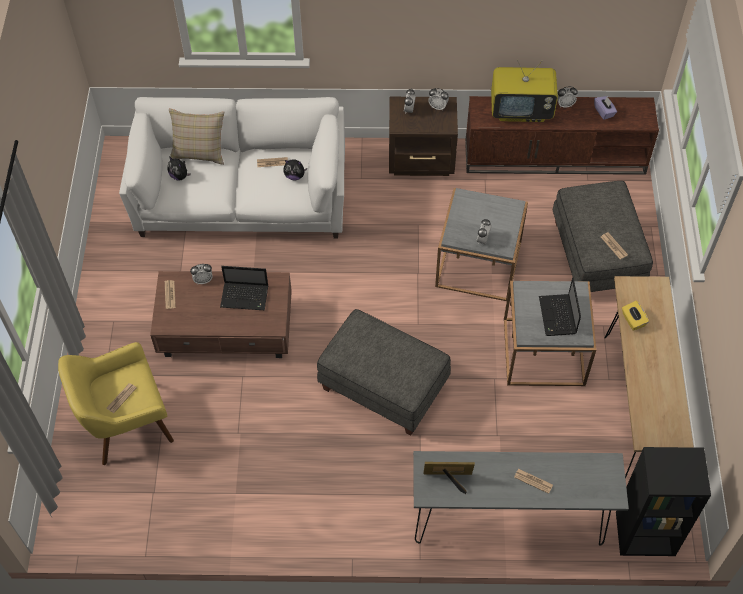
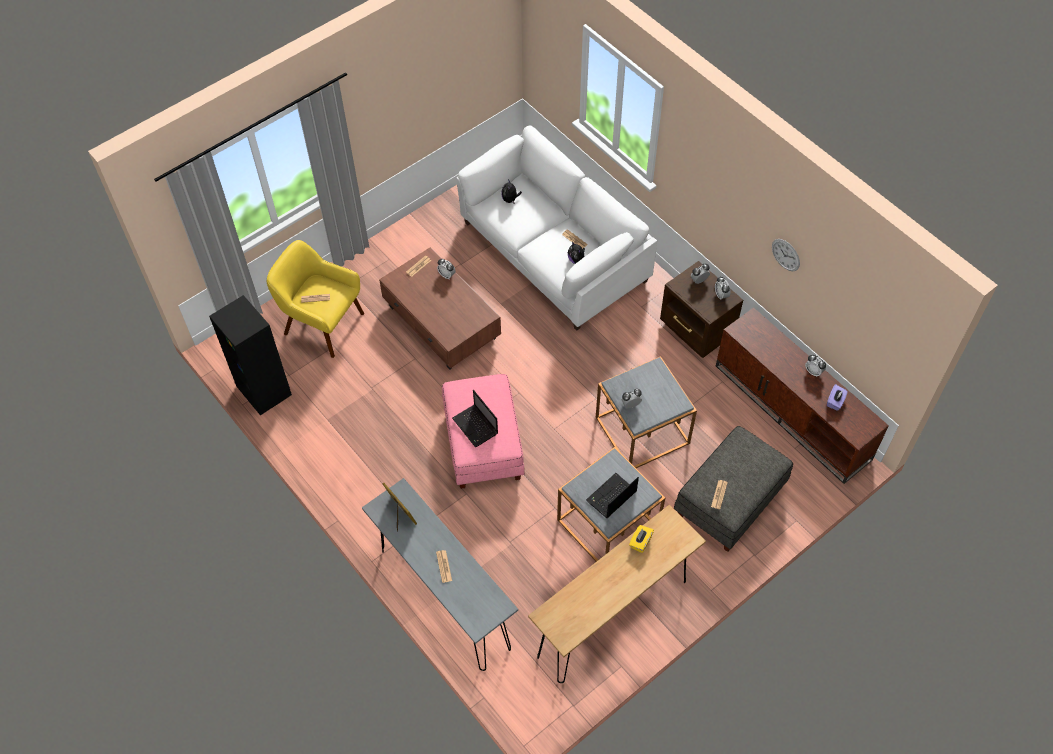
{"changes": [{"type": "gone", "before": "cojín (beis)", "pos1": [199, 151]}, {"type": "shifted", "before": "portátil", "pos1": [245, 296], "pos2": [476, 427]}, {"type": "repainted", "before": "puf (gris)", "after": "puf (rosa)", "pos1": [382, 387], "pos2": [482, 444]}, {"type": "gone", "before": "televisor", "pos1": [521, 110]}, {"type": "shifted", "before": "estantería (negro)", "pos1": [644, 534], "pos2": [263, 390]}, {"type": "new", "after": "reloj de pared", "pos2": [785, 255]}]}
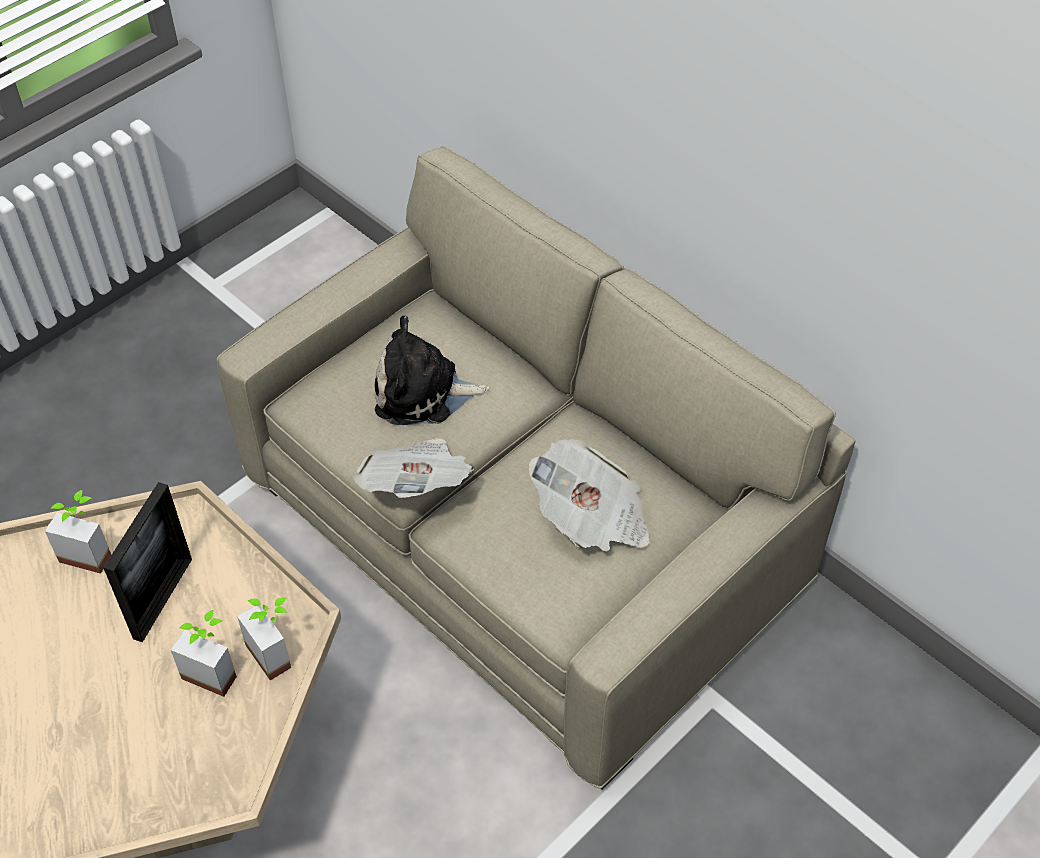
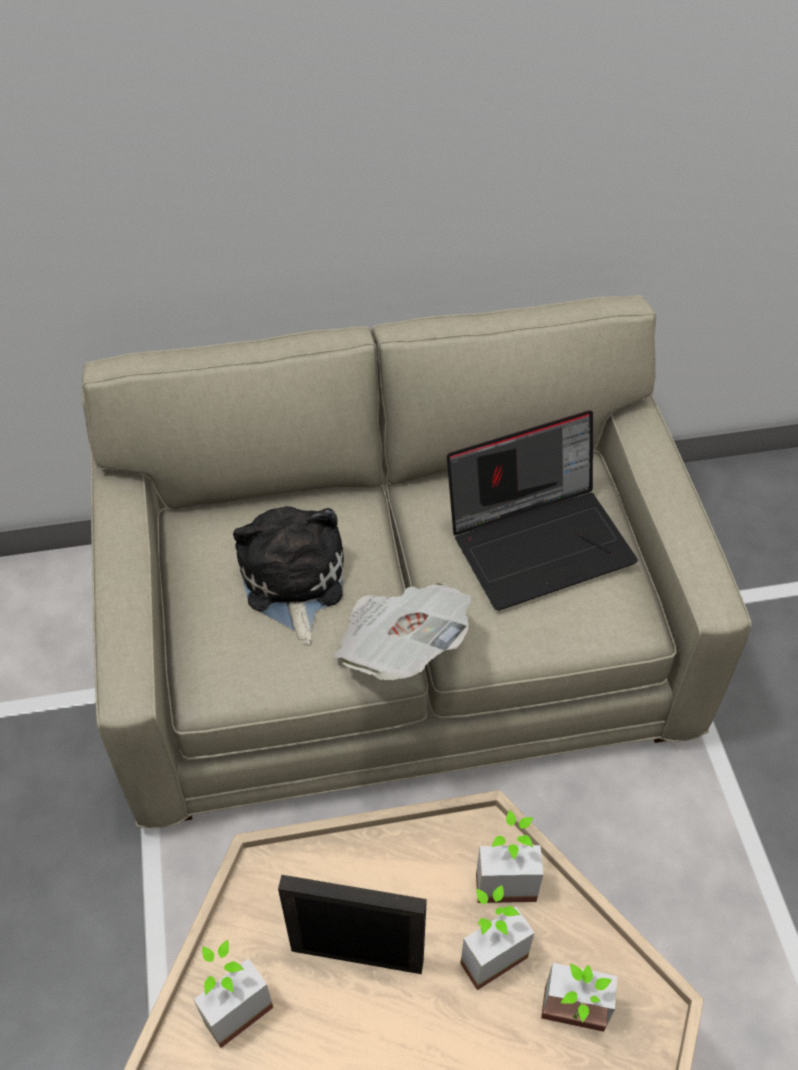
{"changes": [{"type": "rotated", "before": "portarretratos", "pos1": [163, 598], "pos2": [357, 956], "turn": -45}, {"type": "rotated", "before": "peluche", "pos1": [423, 393], "pos2": [292, 582], "turn": 135}, {"type": "swapped", "before": "periódico", "after": "portátil", "pos1": [591, 518], "pos2": [540, 540]}, {"type": "new", "after": "planta en maceta", "pos2": [572, 1022]}]}
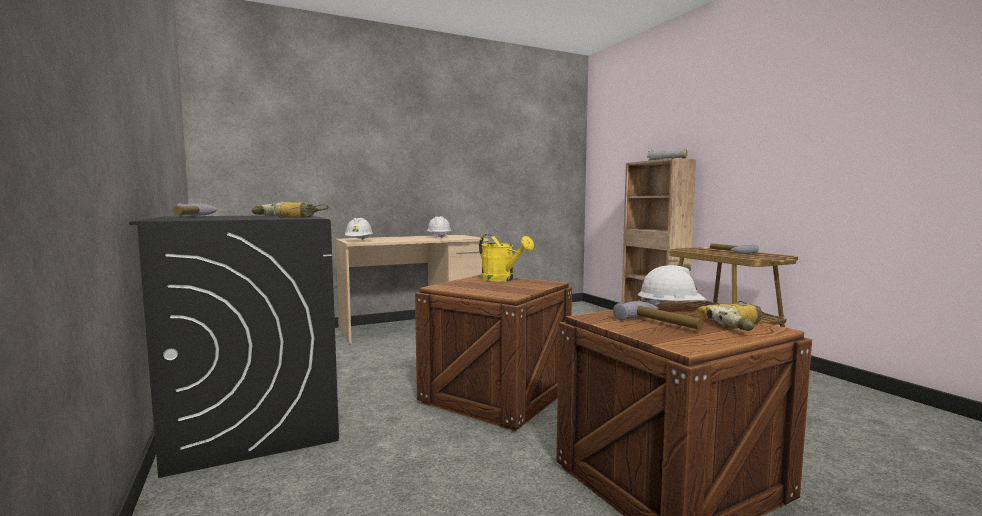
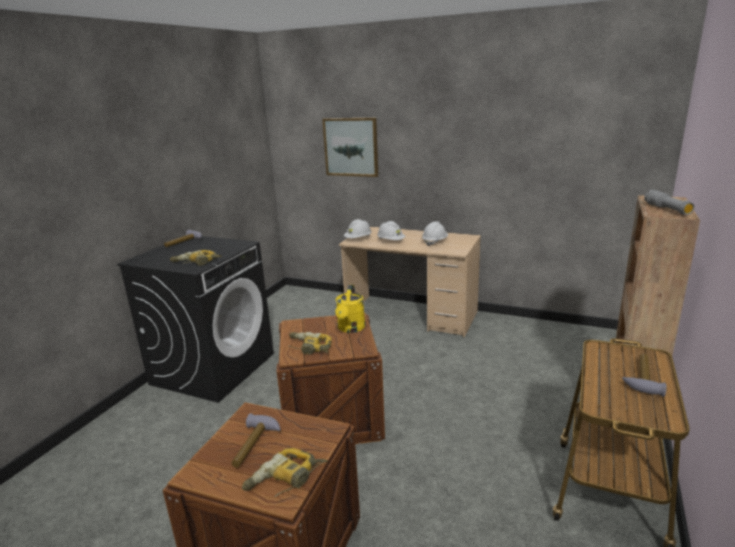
{"changes": [{"type": "shifted", "before": "casco (blanco)", "pos1": [670, 309], "pos2": [391, 241]}, {"type": "new", "after": "taladro", "pos2": [308, 348]}, {"type": "new", "after": "cuadro", "pos2": [351, 147]}]}
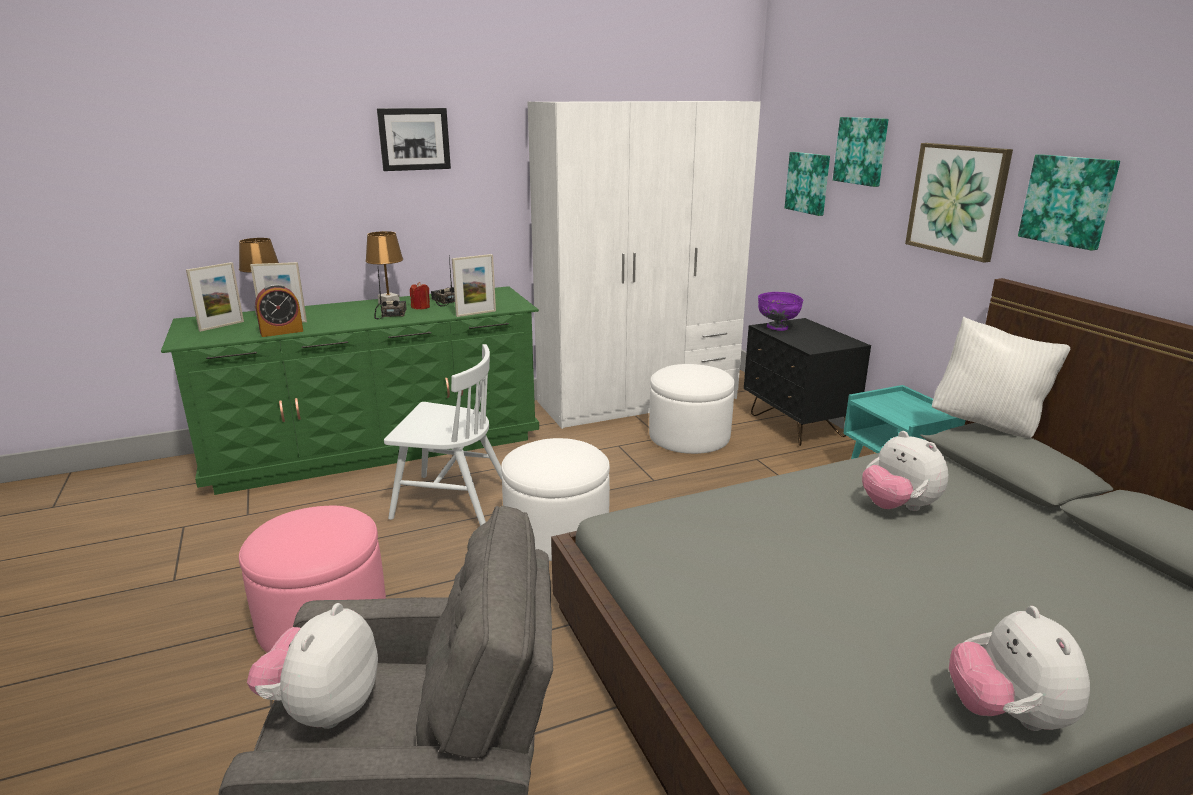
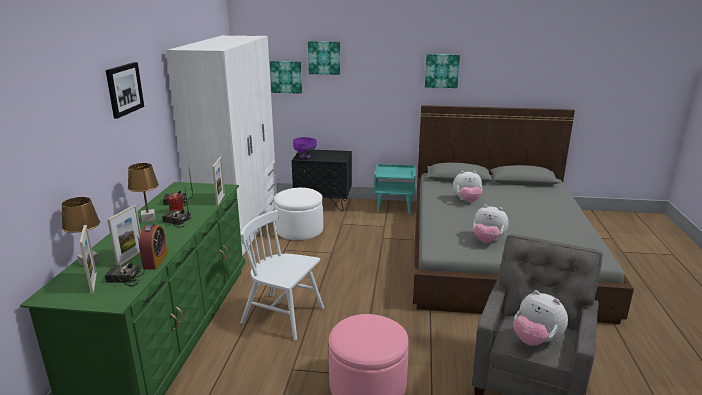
{"changes": [{"type": "rotated", "before": "silla (blanco)", "pos1": [450, 500], "pos2": [283, 315], "turn": -105}, {"type": "gone", "before": "puf (blanco)", "pos1": [557, 532]}, {"type": "gone", "before": "cuadro", "pos1": [957, 200]}, {"type": "gone", "before": "cojín (blanco)", "pos1": [987, 425]}, {"type": "shifted", "before": "peluche", "pos1": [1007, 715], "pos2": [487, 241]}, {"type": "new", "after": "radio", "pos2": [124, 279]}]}
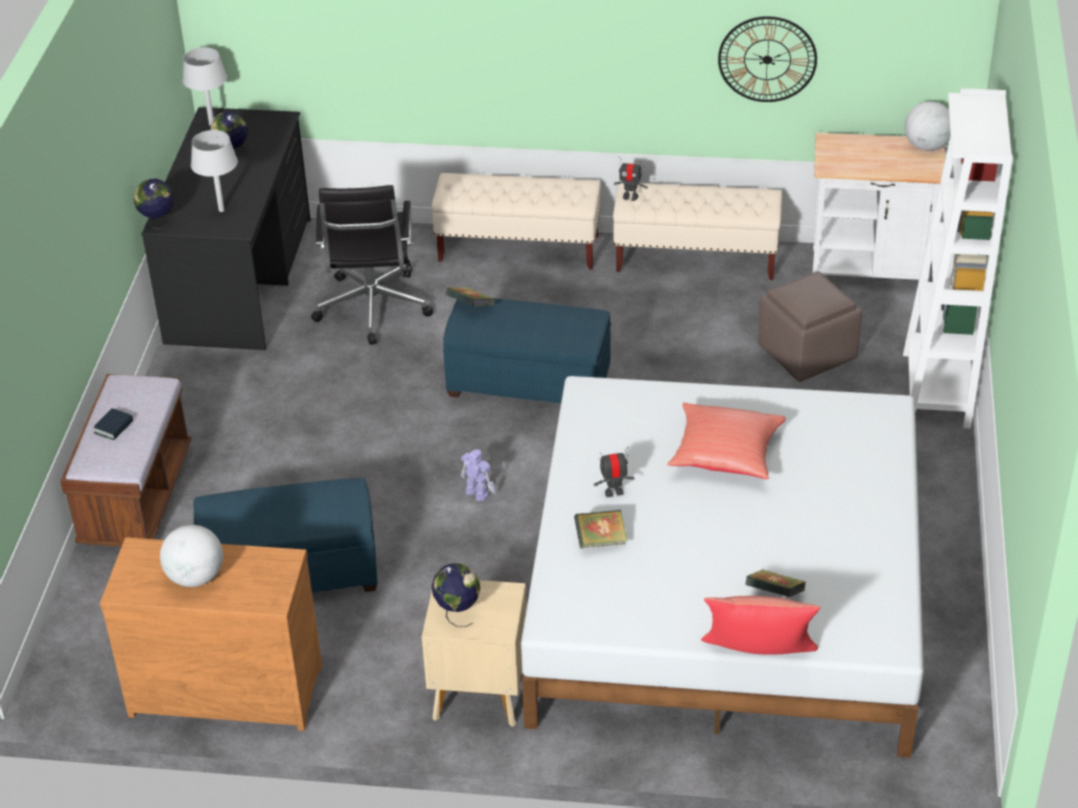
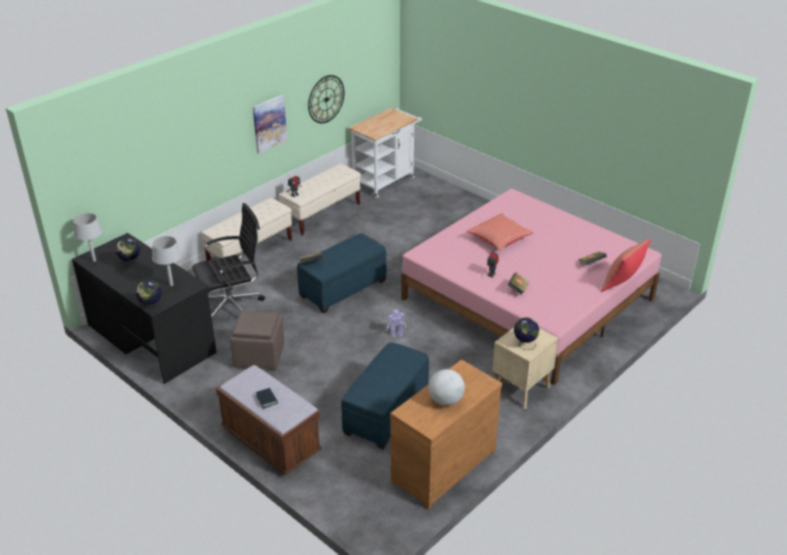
{"changes": [{"type": "rotated", "before": "silla de oficina (negro)", "pos1": [372, 309], "pos2": [233, 308], "turn": -60}, {"type": "repainted", "before": "cama (blanco)", "after": "cama (rosa)", "pos1": [724, 593], "pos2": [527, 299]}, {"type": "shifted", "before": "puf (marrón)", "pos1": [808, 353], "pos2": [260, 355]}, {"type": "gone", "before": "estantería (blanco)", "pos1": [936, 390]}, {"type": "gone", "before": "globo terráqueo", "pos1": [926, 146]}, {"type": "new", "after": "cuadro", "pos2": [269, 123]}]}
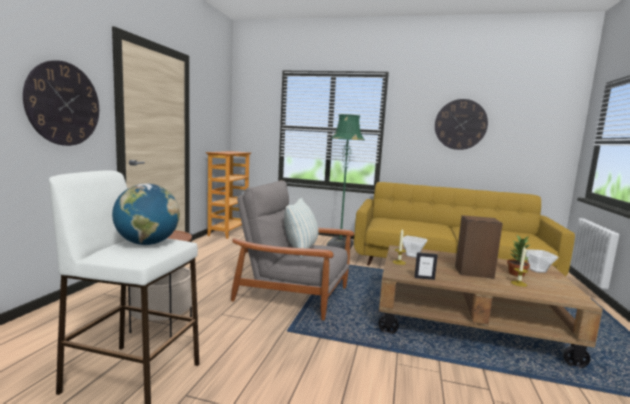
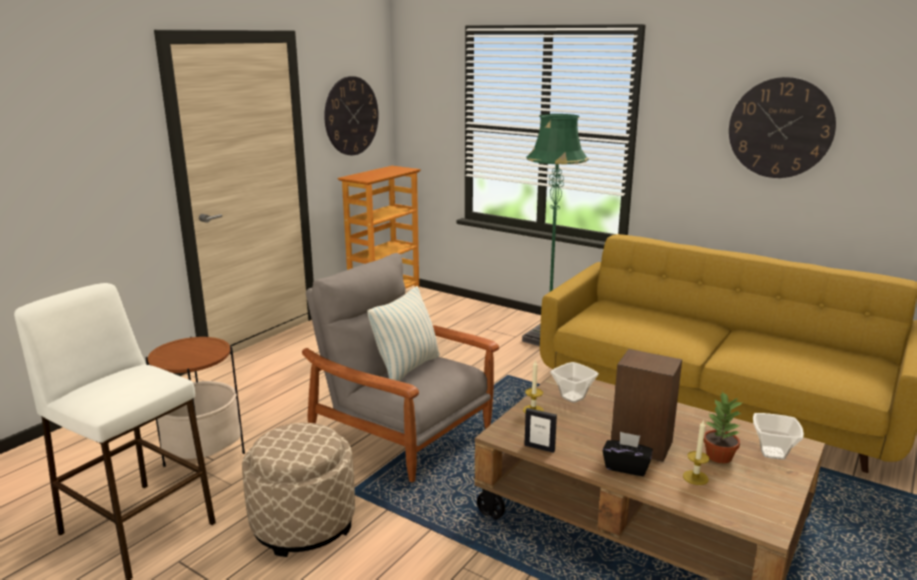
{"changes": [{"type": "shifted", "before": "reloj de pared", "pos1": [64, 104], "pos2": [351, 116]}, {"type": "gone", "before": "globo terráqueo", "pos1": [147, 243]}, {"type": "new", "after": "puf (beis)", "pos2": [303, 523]}, {"type": "new", "after": "caja de pañuelos (negro)", "pos2": [626, 467]}]}
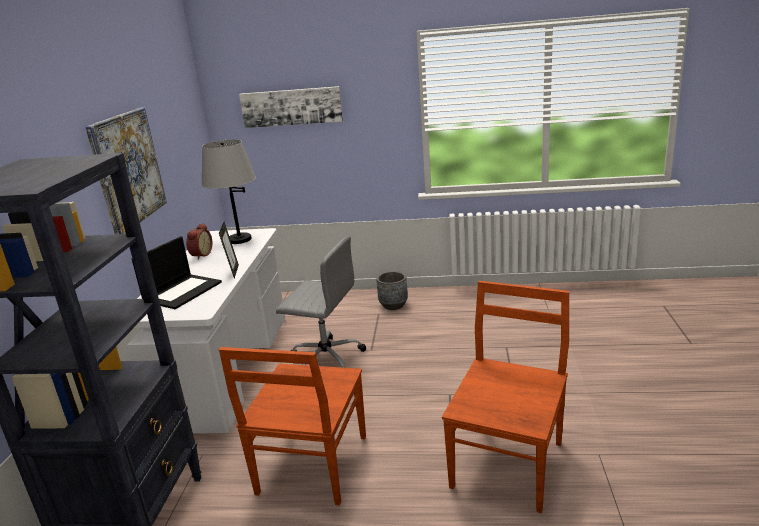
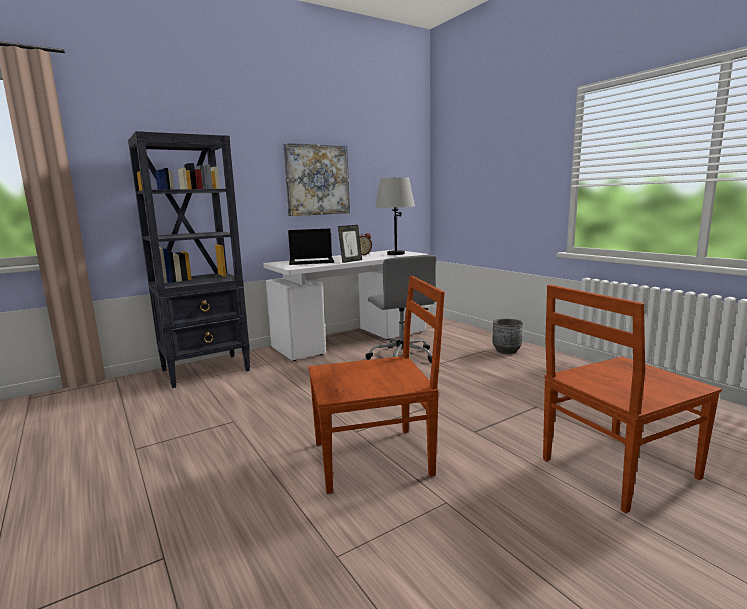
{"changes": [{"type": "shifted", "before": "silla (marrón)", "pos1": [311, 466], "pos2": [616, 469]}, {"type": "gone", "before": "cuadro", "pos1": [291, 107]}]}
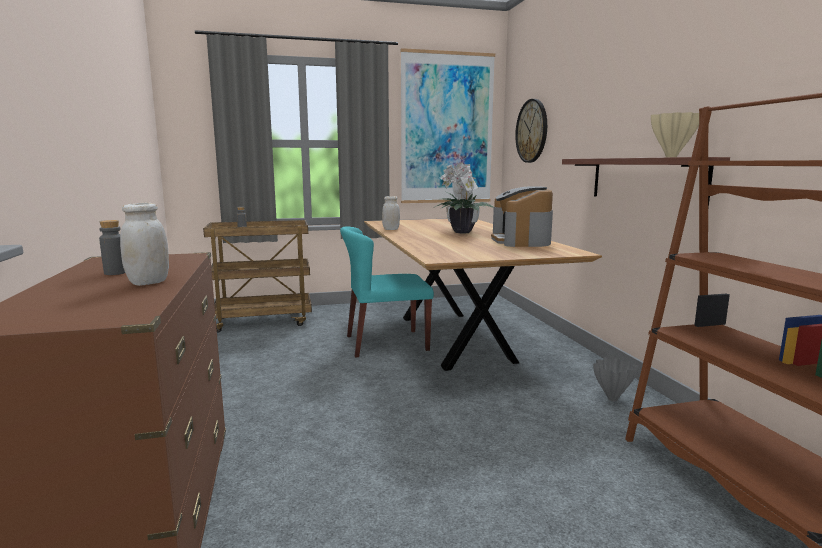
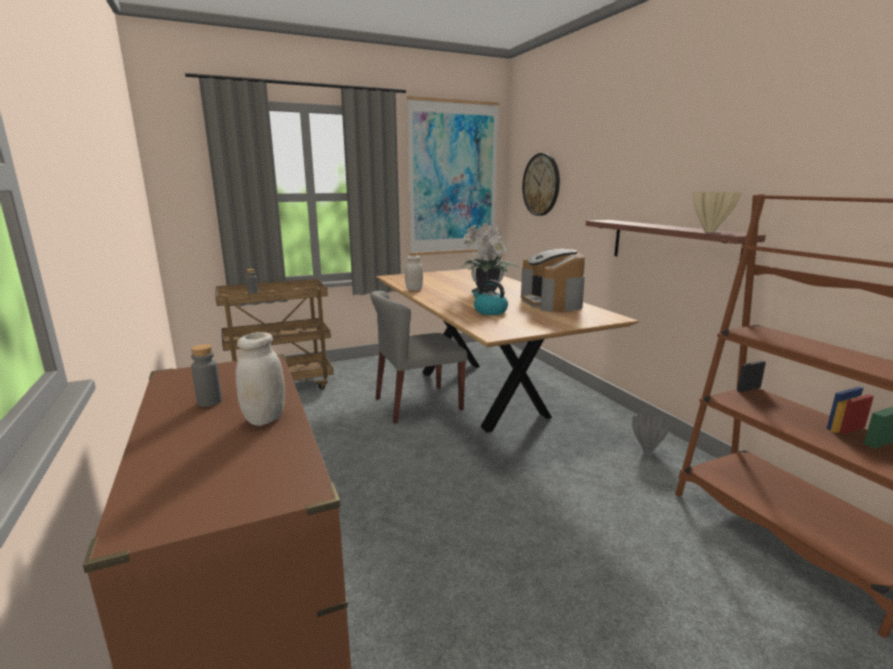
{"changes": [{"type": "repainted", "before": "silla (turquesa)", "after": "silla (gris)", "pos1": [386, 343], "pos2": [417, 404]}, {"type": "new", "after": "hervidor", "pos2": [489, 311]}]}
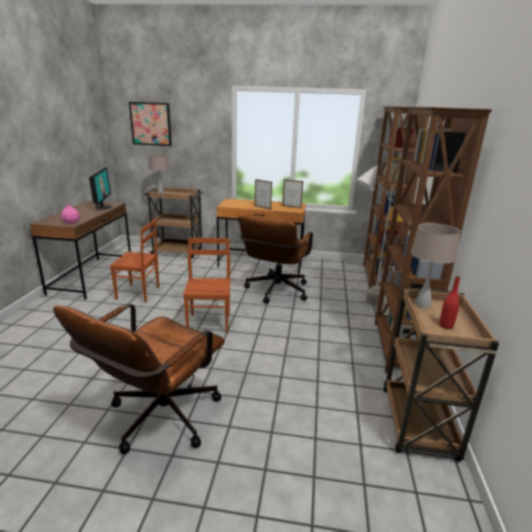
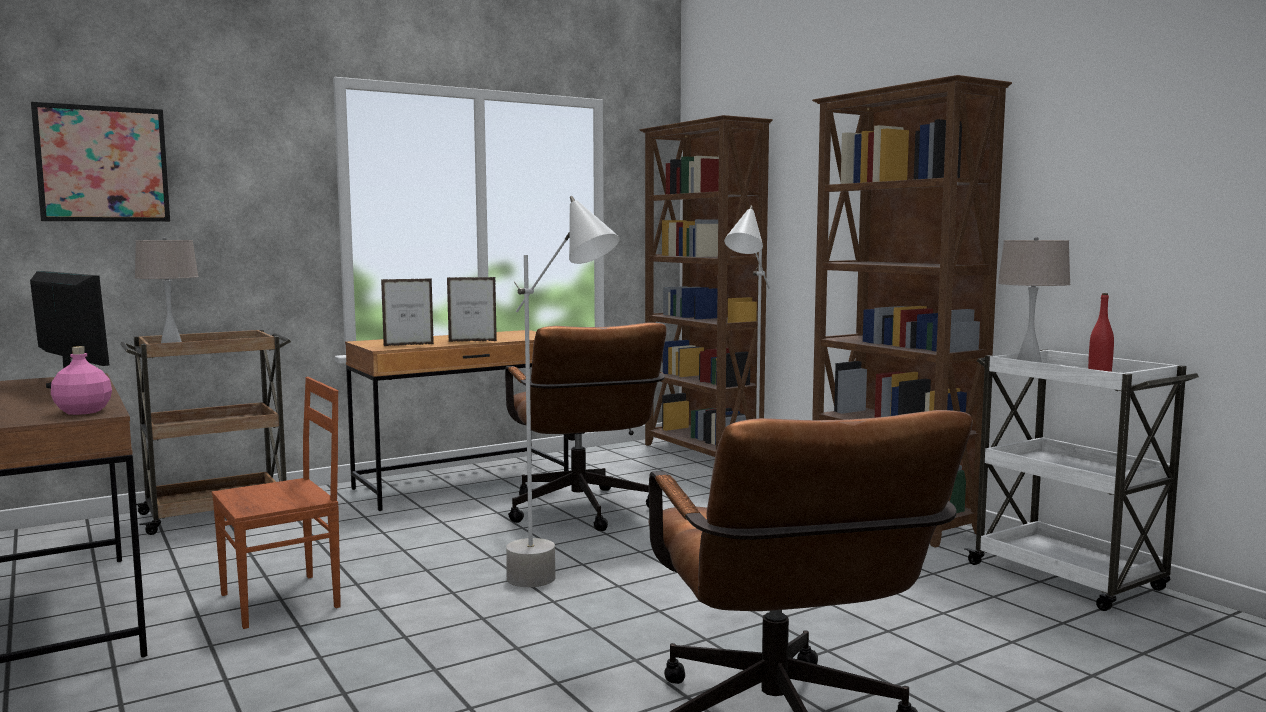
{"changes": [{"type": "swapped", "before": "silla (marrón)", "after": "lámpara de pie (gris)", "pos1": [209, 323], "pos2": [561, 588]}, {"type": "shifted", "before": "portarretratos", "pos1": [291, 207], "pos2": [409, 345]}, {"type": "repainted", "before": "carrito (marrón)", "after": "carrito (blanco)", "pos1": [418, 424], "pos2": [1068, 578]}]}
